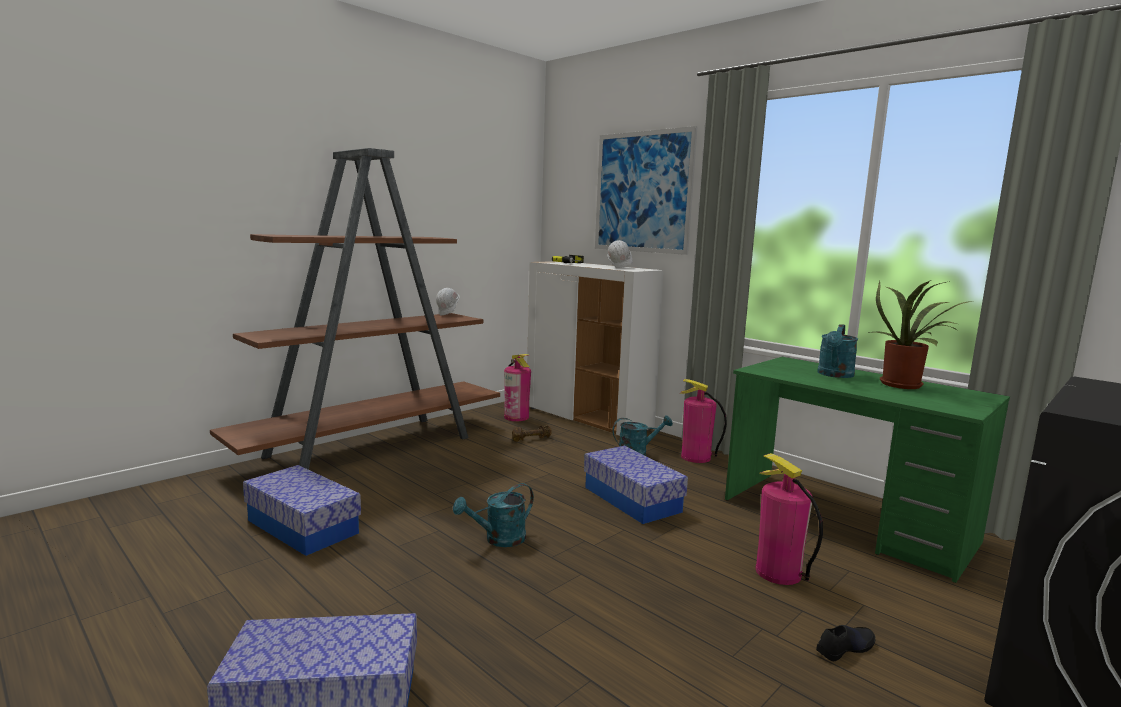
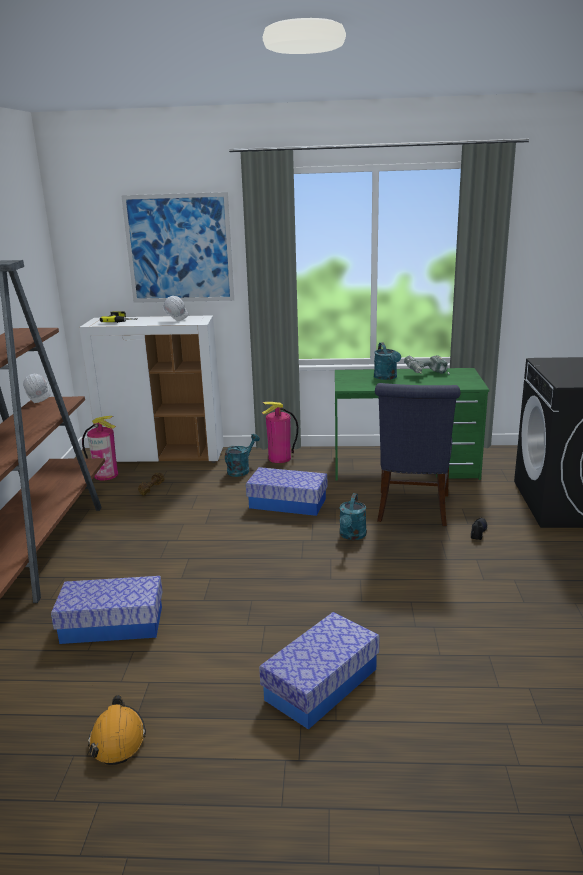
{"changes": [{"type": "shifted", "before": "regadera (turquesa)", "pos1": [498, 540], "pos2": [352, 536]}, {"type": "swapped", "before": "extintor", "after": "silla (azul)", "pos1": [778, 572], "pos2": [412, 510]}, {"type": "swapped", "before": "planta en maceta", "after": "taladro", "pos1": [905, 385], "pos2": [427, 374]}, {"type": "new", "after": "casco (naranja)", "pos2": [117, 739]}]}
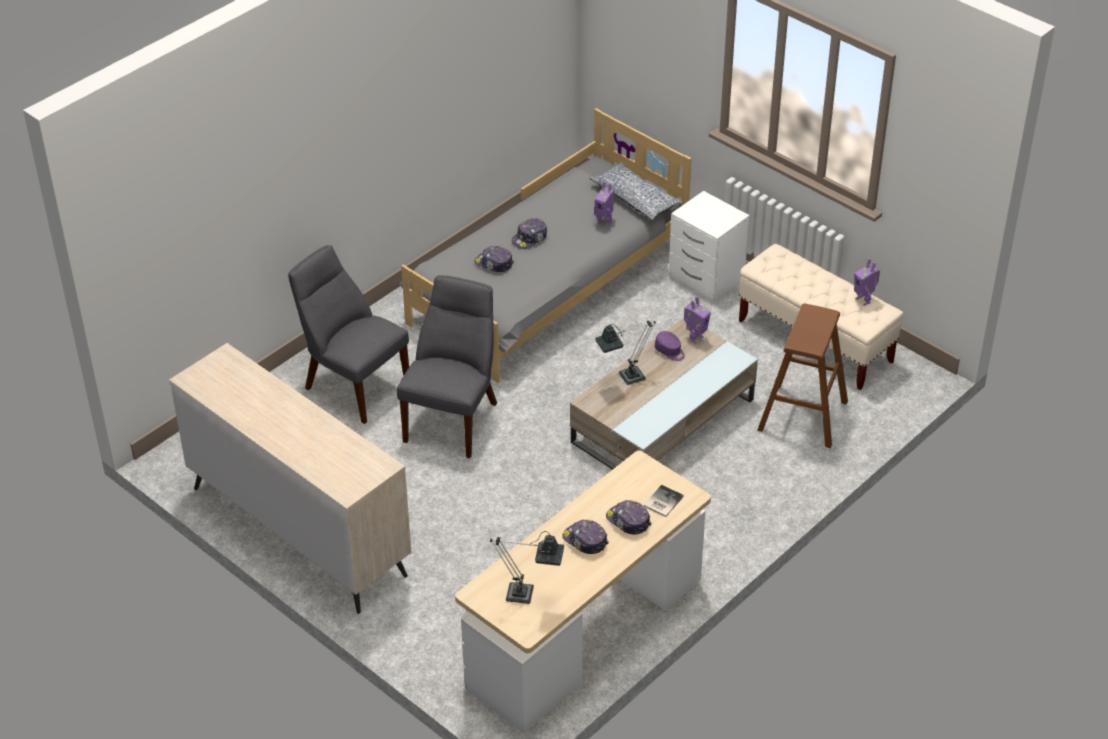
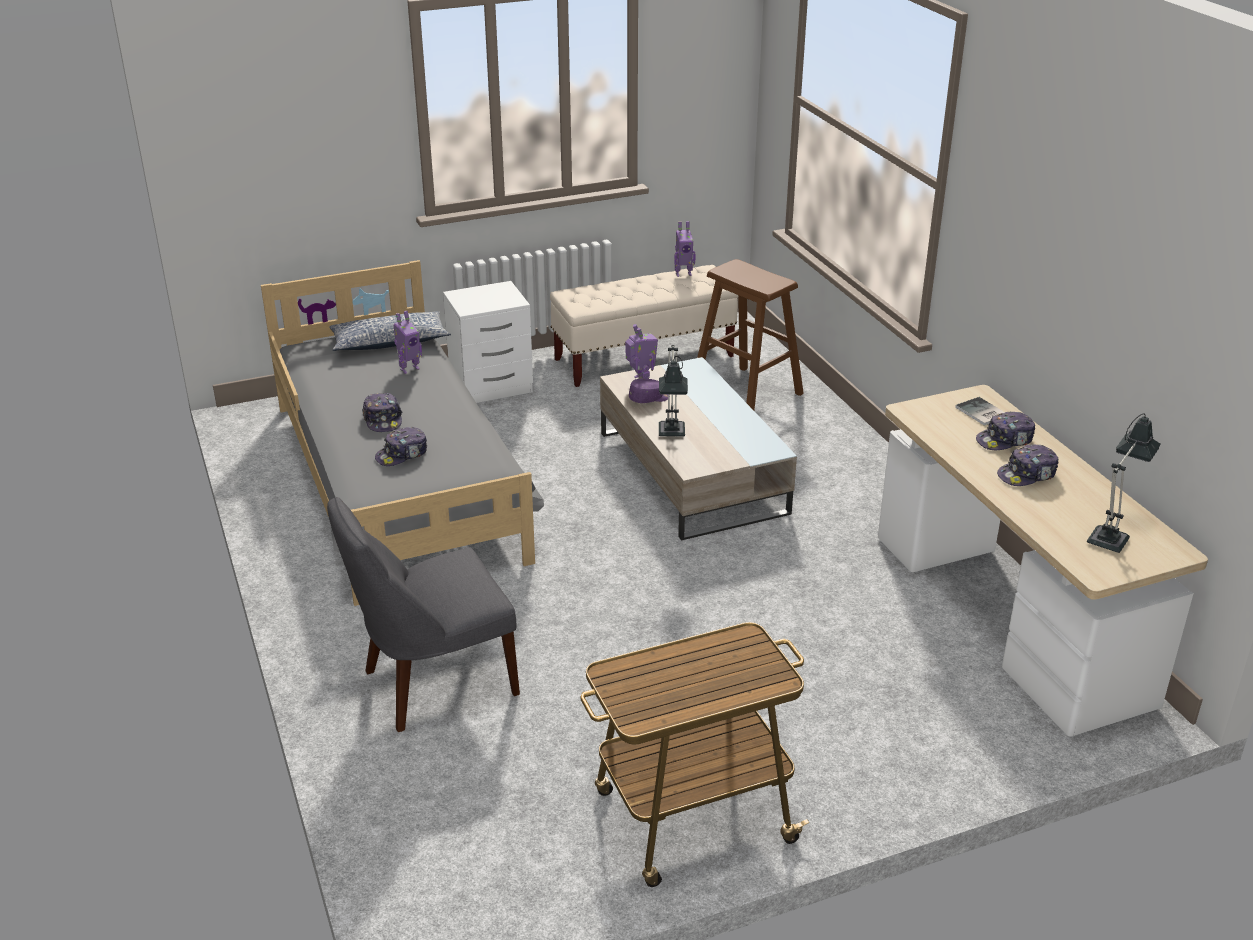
{"changes": [{"type": "swapped", "before": "cómoda (beis)", "after": "carrito", "pos1": [298, 530], "pos2": [690, 818]}, {"type": "gone", "before": "silla (gris)", "pos1": [453, 419]}]}
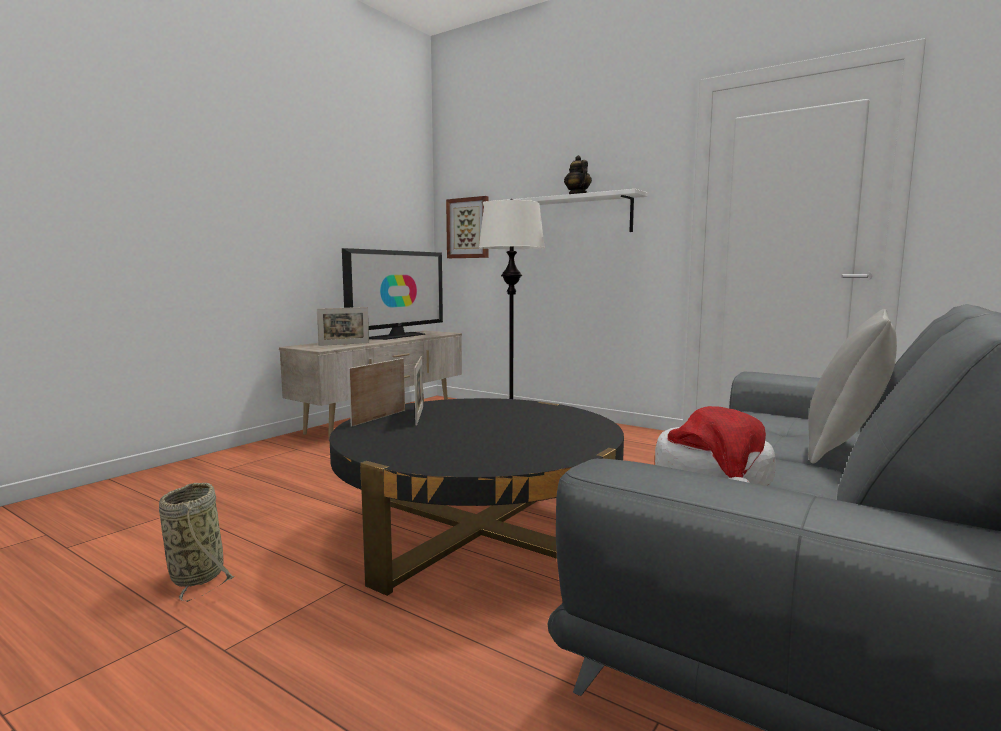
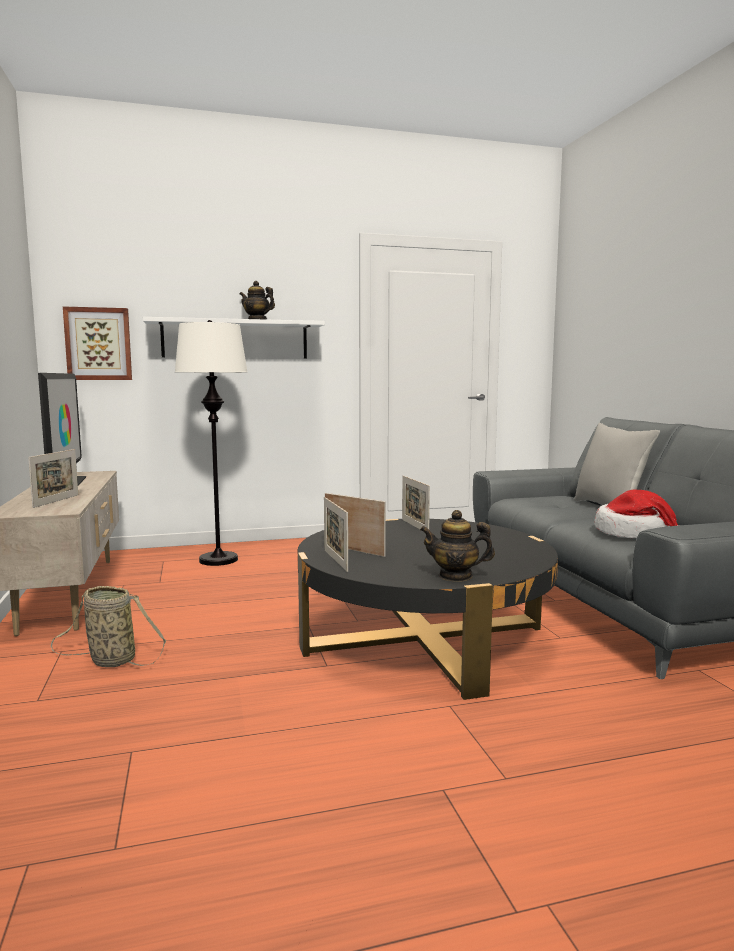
{"changes": [{"type": "shifted", "before": "cesta", "pos1": [197, 574], "pos2": [109, 660]}, {"type": "new", "after": "portarretratos", "pos2": [415, 526]}, {"type": "new", "after": "tetera", "pos2": [455, 576]}]}
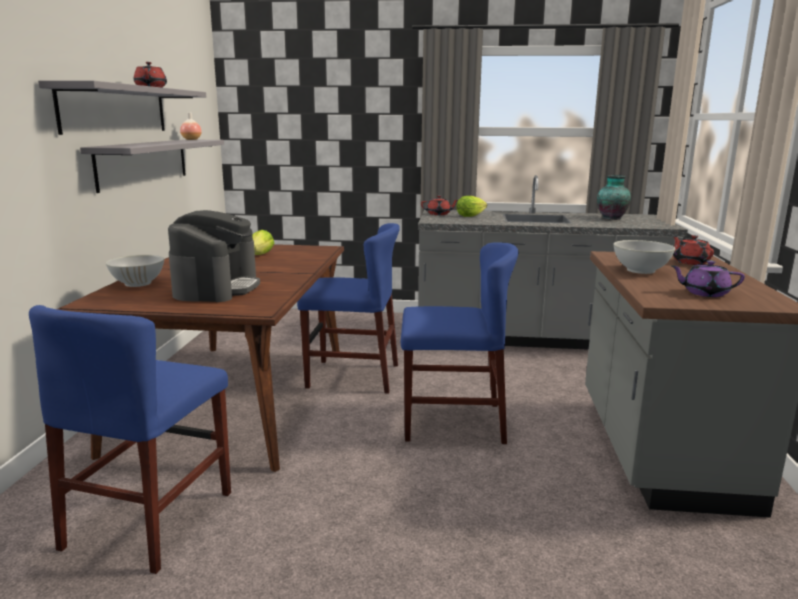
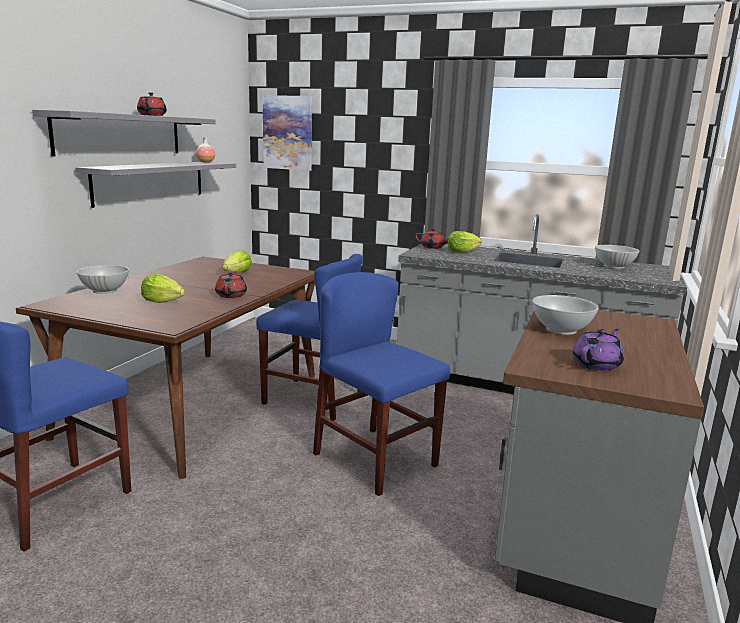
{"changes": [{"type": "swapped", "before": "cafetera", "after": "lechuga", "pos1": [217, 288], "pos2": [162, 302]}, {"type": "rotated", "before": "silla (azul)", "pos1": [453, 422], "pos2": [375, 459], "turn": -150}, {"type": "swapped", "before": "florero", "after": "cuenco (blanco)", "pos1": [611, 218], "pos2": [614, 266]}, {"type": "rotated", "before": "tetera (morado)", "pos1": [704, 293], "pos2": [597, 364], "turn": 105}, {"type": "shifted", "before": "tetera (rojo)", "pos1": [690, 262], "pos2": [231, 295]}, {"type": "new", "after": "cuadro", "pos2": [288, 133]}]}
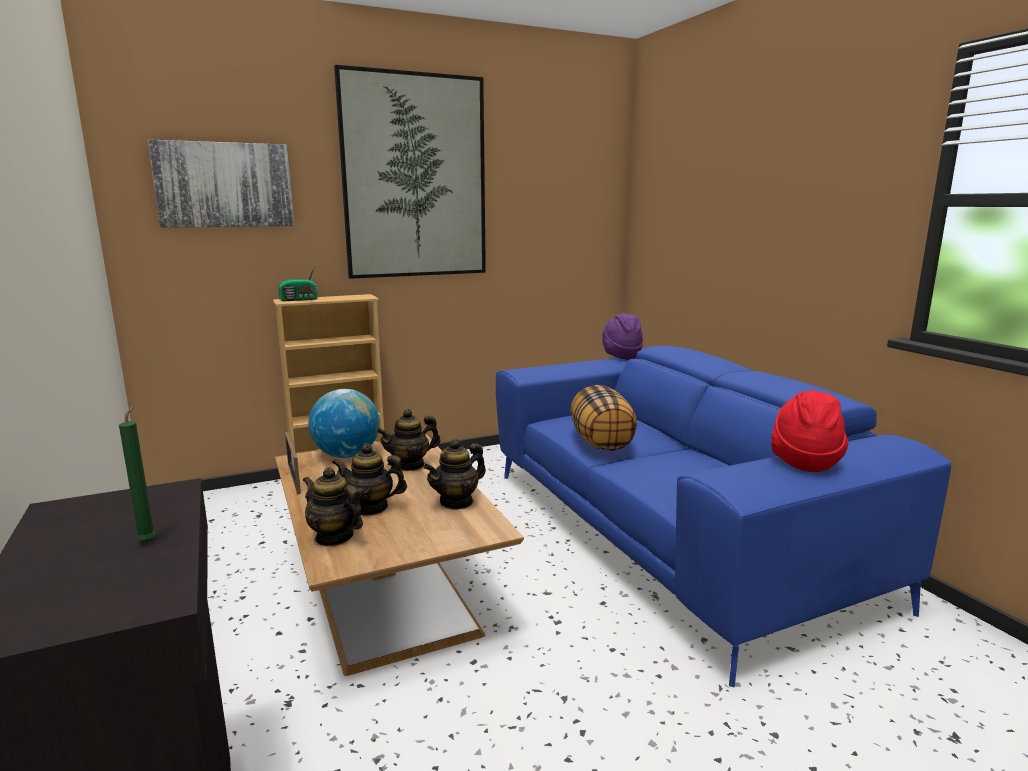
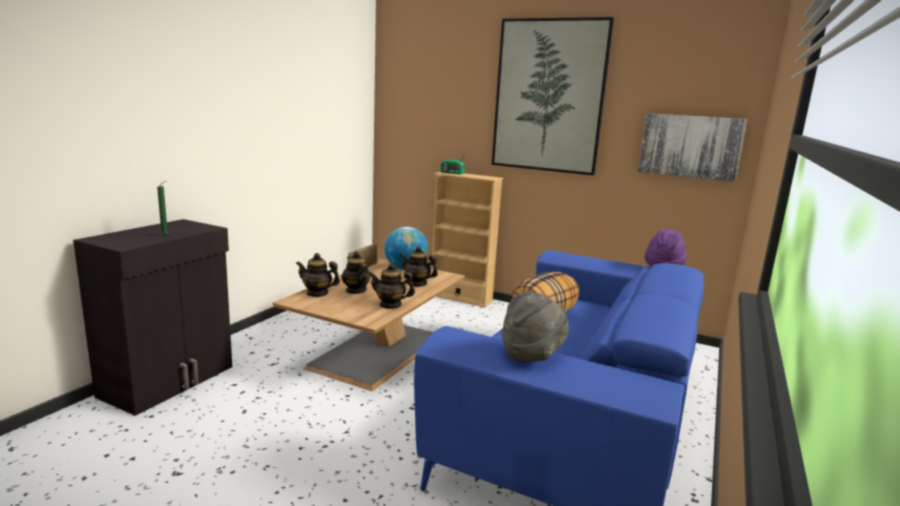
{"changes": [{"type": "shifted", "before": "cuadro", "pos1": [224, 185], "pos2": [690, 146]}, {"type": "rotated", "before": "tetera", "pos1": [334, 537], "pos2": [317, 293], "turn": -75}, {"type": "repainted", "before": "sombrero (rojo)", "after": "sombrero (gris)", "pos1": [804, 461], "pos2": [532, 354]}]}
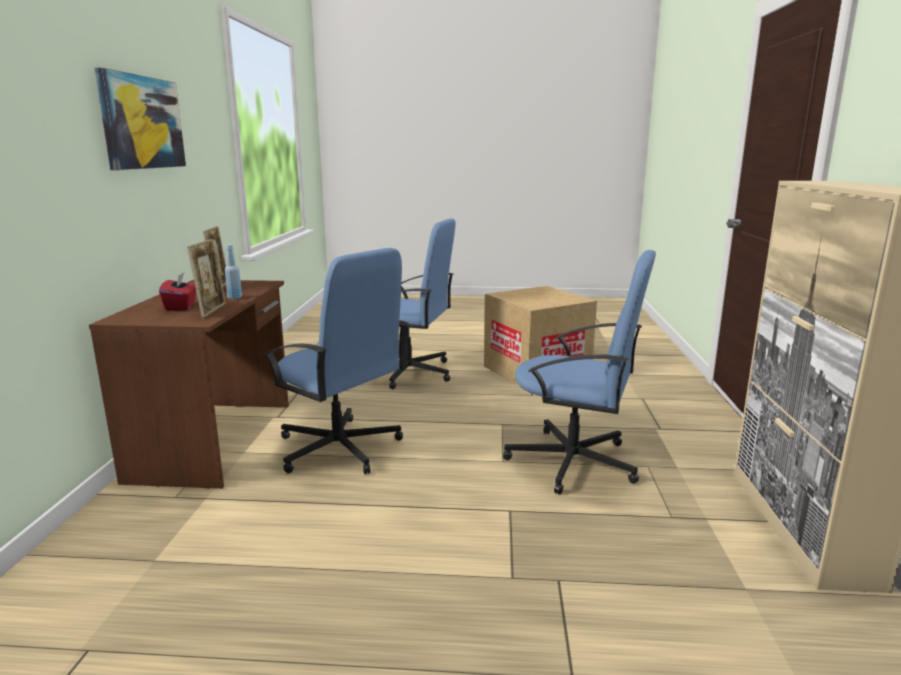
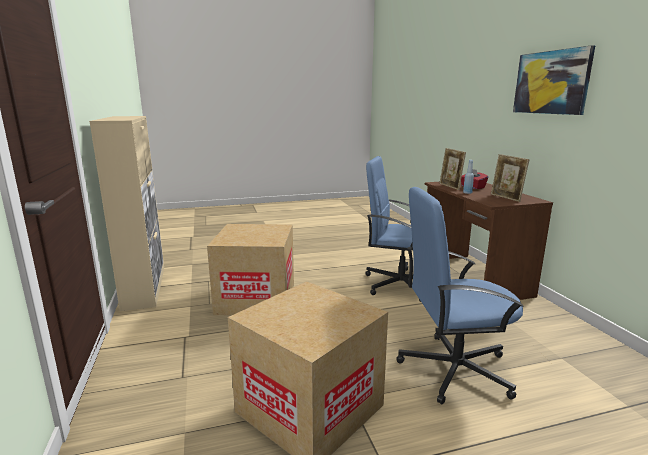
{"changes": [{"type": "swapped", "before": "silla de oficina (azul)", "after": "caja de cartón", "pos1": [574, 462], "pos2": [256, 299]}]}
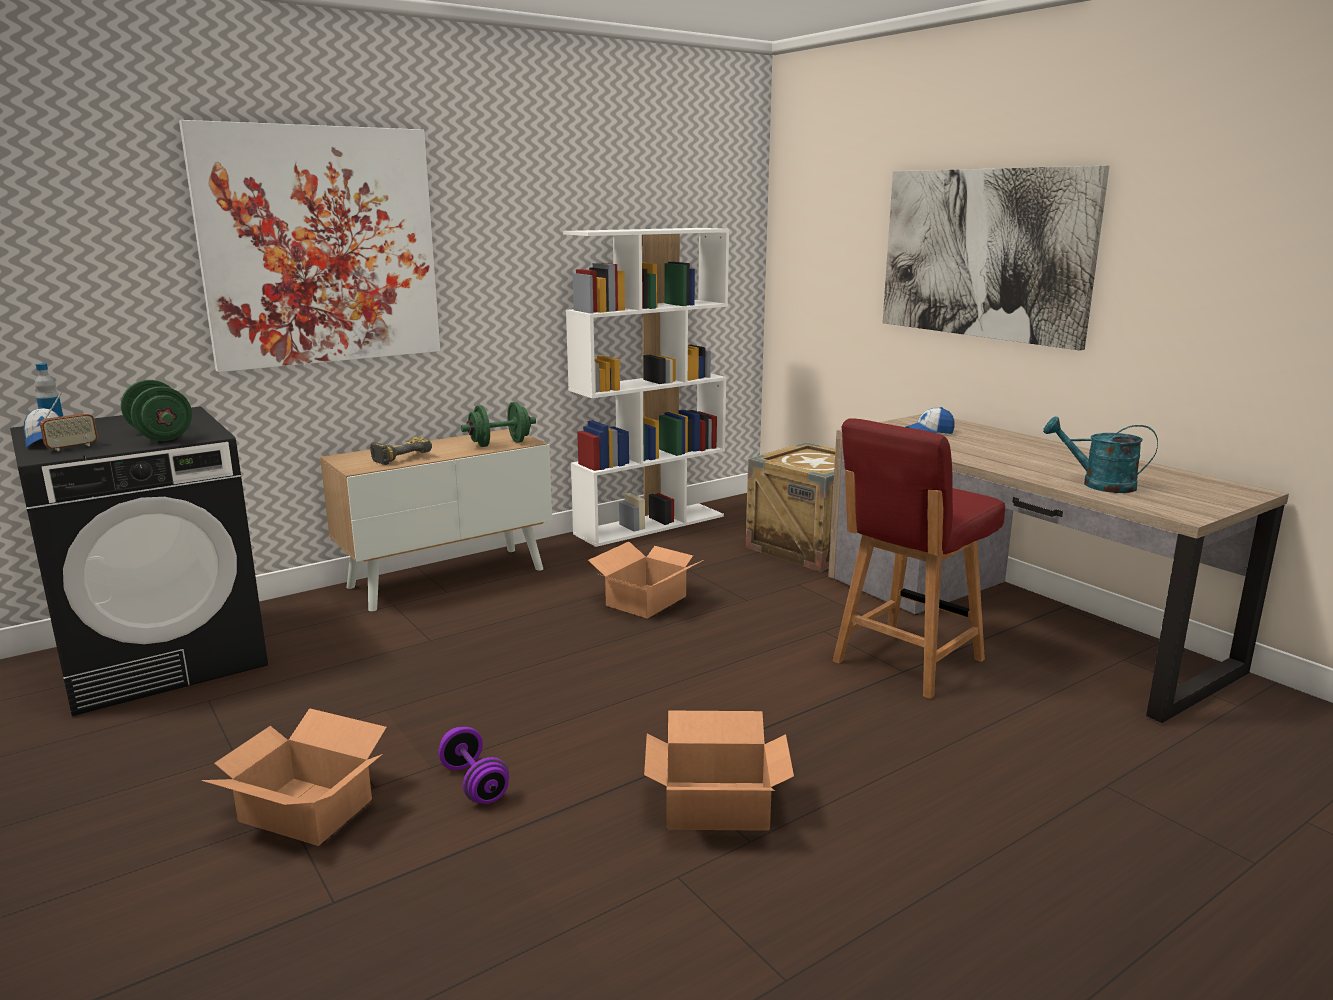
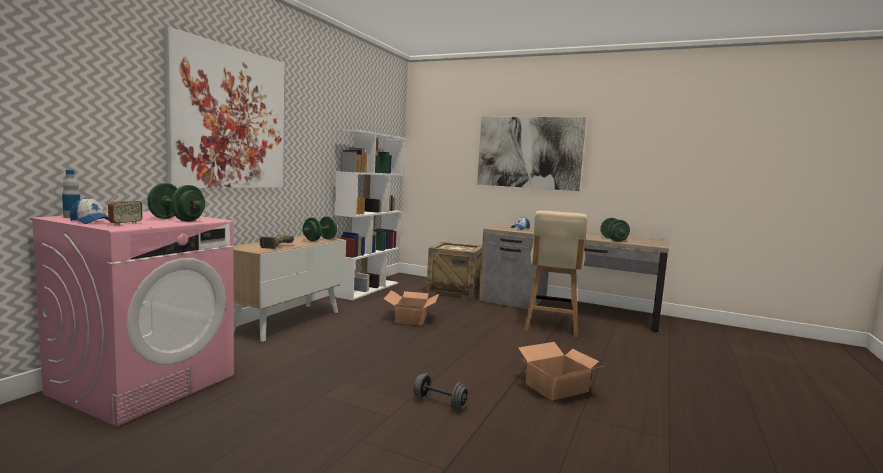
{"changes": [{"type": "repainted", "before": "lavadora (negro)", "after": "lavadora (rosa)", "pos1": [163, 657], "pos2": [145, 384]}, {"type": "gone", "before": "caja de cartón", "pos1": [306, 811]}, {"type": "repainted", "before": "mancuerna (morado)", "after": "mancuerna (gris)", "pos1": [474, 783], "pos2": [440, 403]}, {"type": "repainted", "before": "silla (rojo)", "after": "silla (beis)", "pos1": [906, 662], "pos2": [550, 326]}, {"type": "swapped", "before": "regadera (turquesa)", "after": "mancuerna (verde)", "pos1": [1098, 485], "pos2": [613, 240]}]}
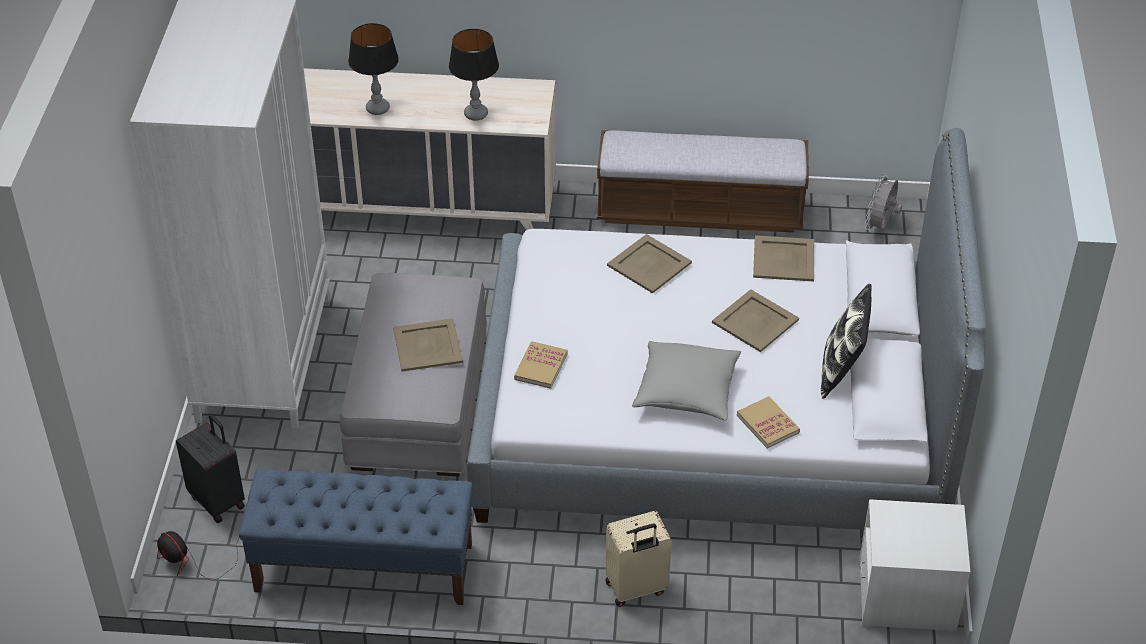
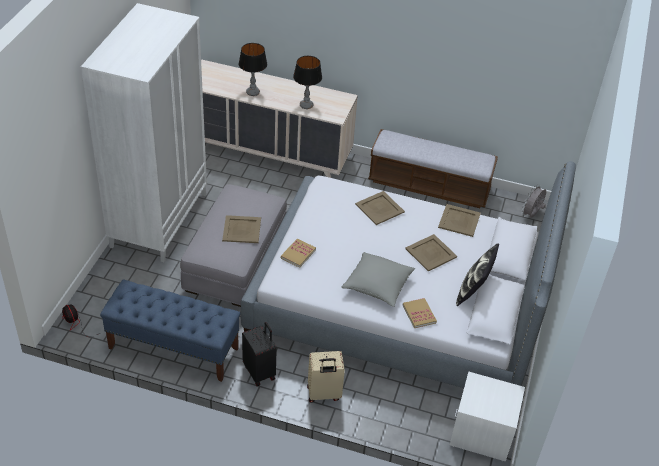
{"changes": [{"type": "shifted", "before": "maleta (negro)", "pos1": [218, 501], "pos2": [260, 372]}]}
